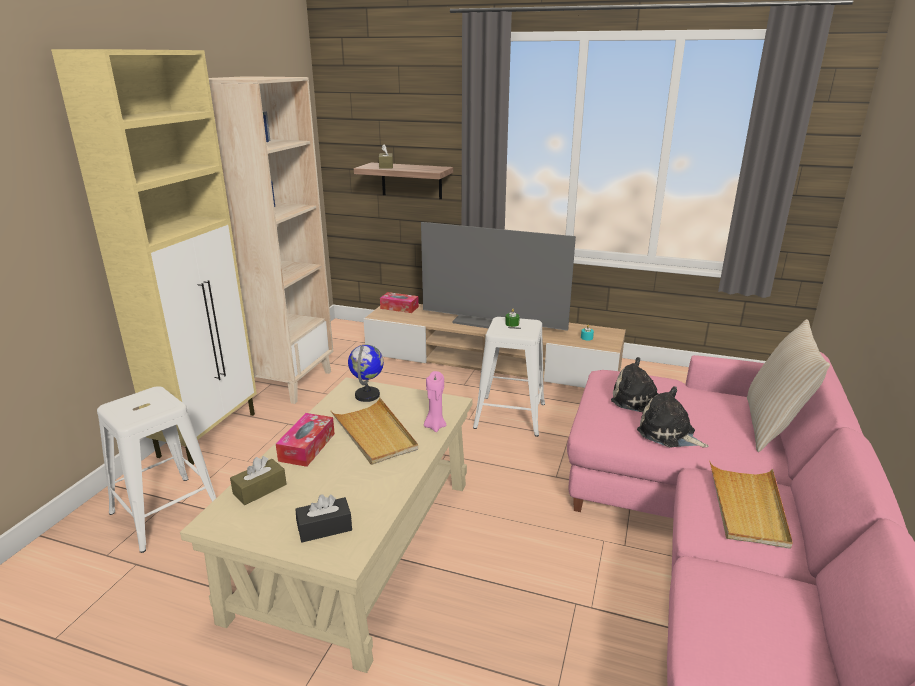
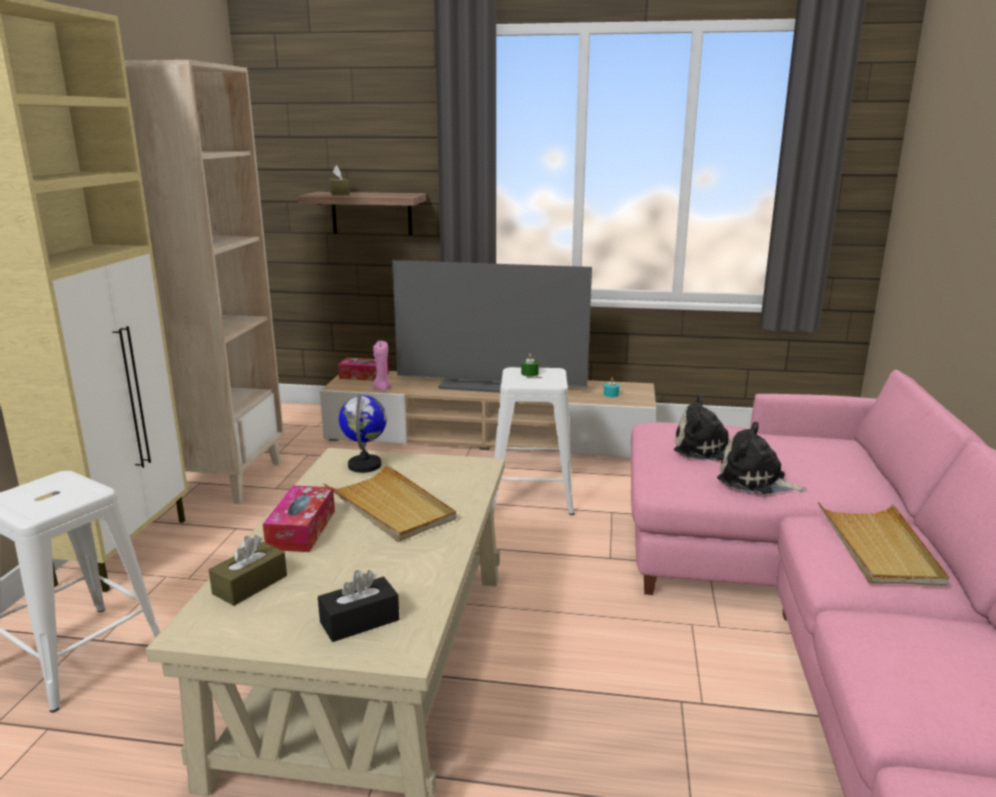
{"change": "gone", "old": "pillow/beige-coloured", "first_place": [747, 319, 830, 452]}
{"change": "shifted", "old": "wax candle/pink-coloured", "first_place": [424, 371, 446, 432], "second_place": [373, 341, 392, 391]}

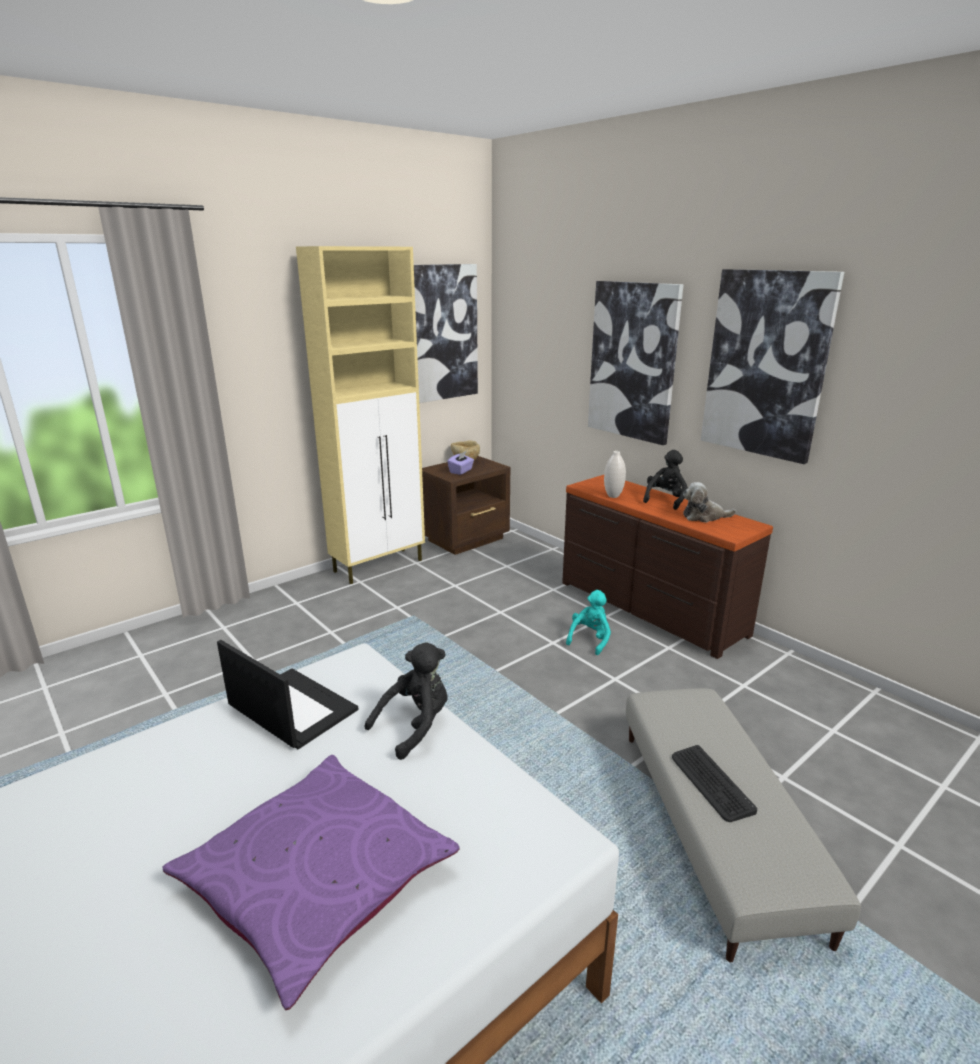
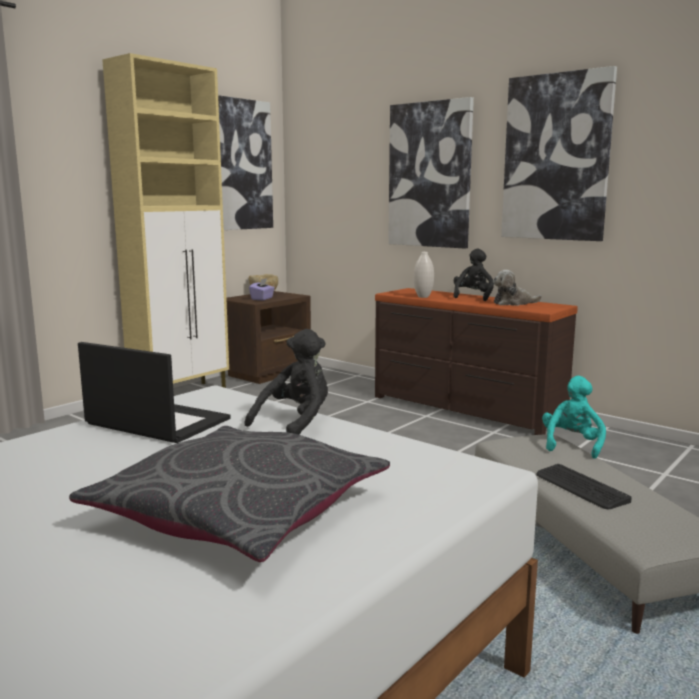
{"change": "shifted", "old": "soft toy/turquoise", "first_place": [566, 590, 611, 655], "second_place": [542, 376, 606, 459]}
{"change": "repainted", "old": "pillow/purplish", "new": "pillow/gray", "first_place": [162, 755, 460, 1010], "second_place": [69, 426, 390, 562]}

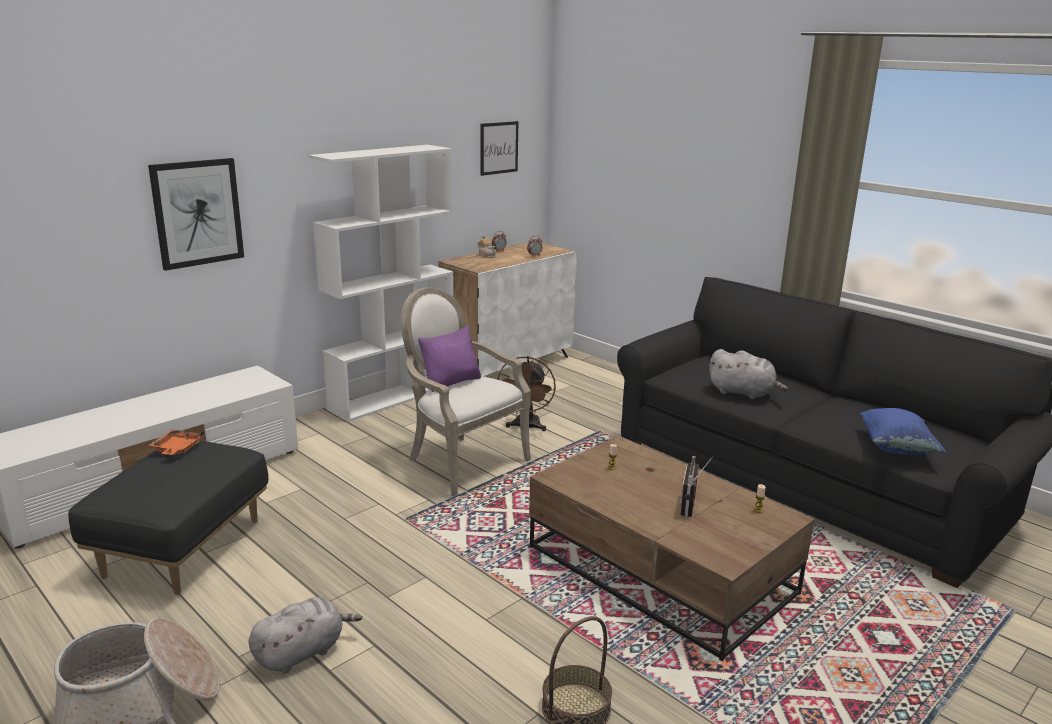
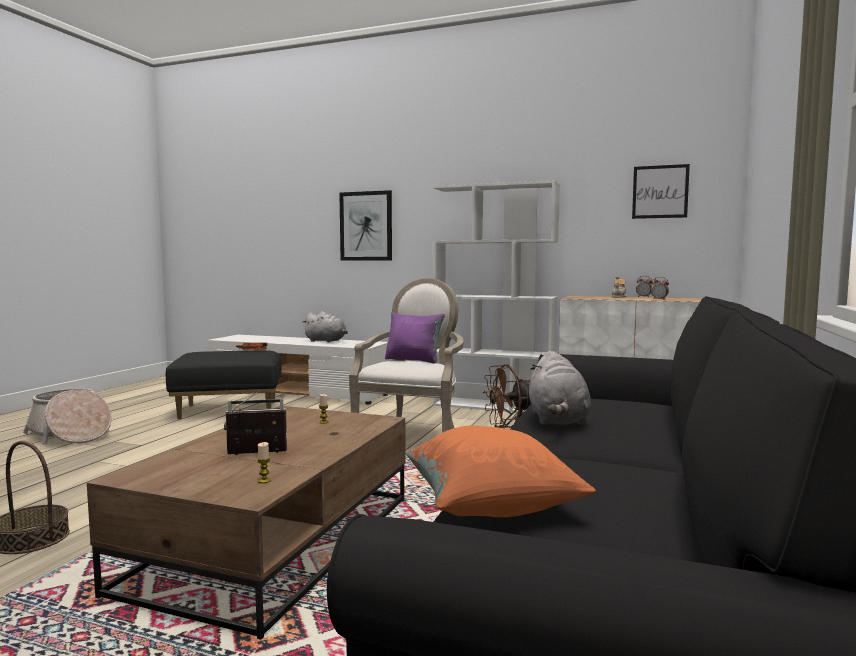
{"change": "shifted", "old": "soft toy/gray", "first_place": [248, 597, 362, 673], "second_place": [302, 311, 348, 343]}
{"change": "repainted", "old": "pillow/bluish", "new": "pillow/orange", "first_place": [860, 408, 946, 455], "second_place": [406, 425, 596, 517]}

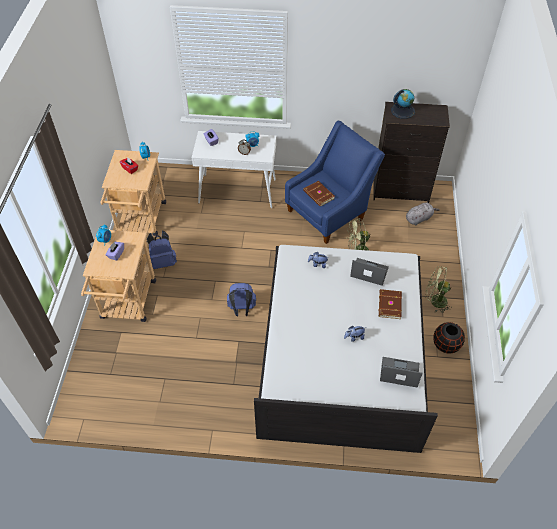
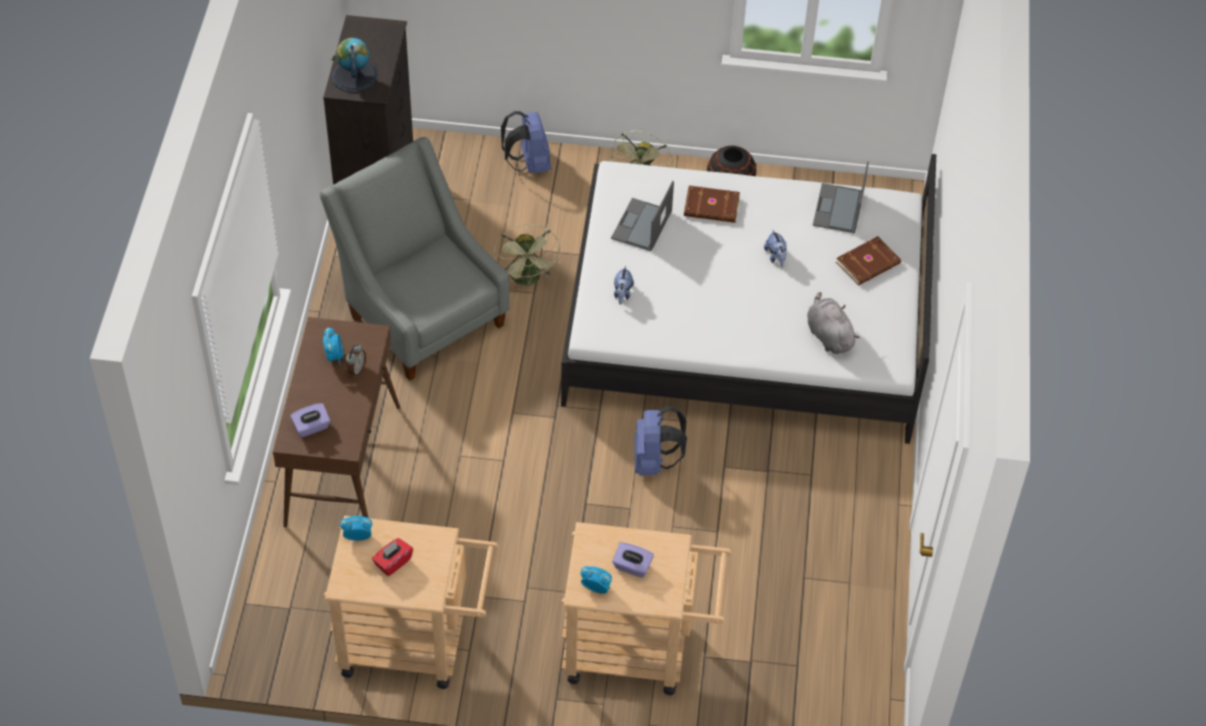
{"change": "shifted", "old": "backpack/bluish", "first_place": [147, 231, 177, 269], "second_place": [501, 111, 551, 173]}
{"change": "shifted", "old": "volume/brown", "first_place": [303, 181, 335, 207], "second_place": [836, 236, 901, 286]}
{"change": "shifted", "old": "soft toy/gray", "first_place": [406, 203, 440, 225], "second_place": [807, 292, 860, 354]}
{"change": "repainted", "old": "hall table/white", "new": "hall table/brown", "first_place": [192, 131, 276, 208], "second_place": [273, 317, 400, 528]}
{"change": "repainted", "old": "lounge chair/bluish", "new": "lounge chair/gray", "first_place": [285, 121, 385, 244], "second_place": [320, 137, 510, 381]}

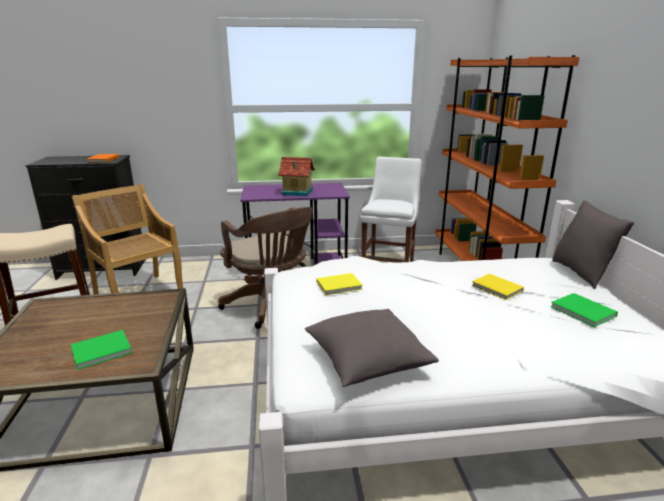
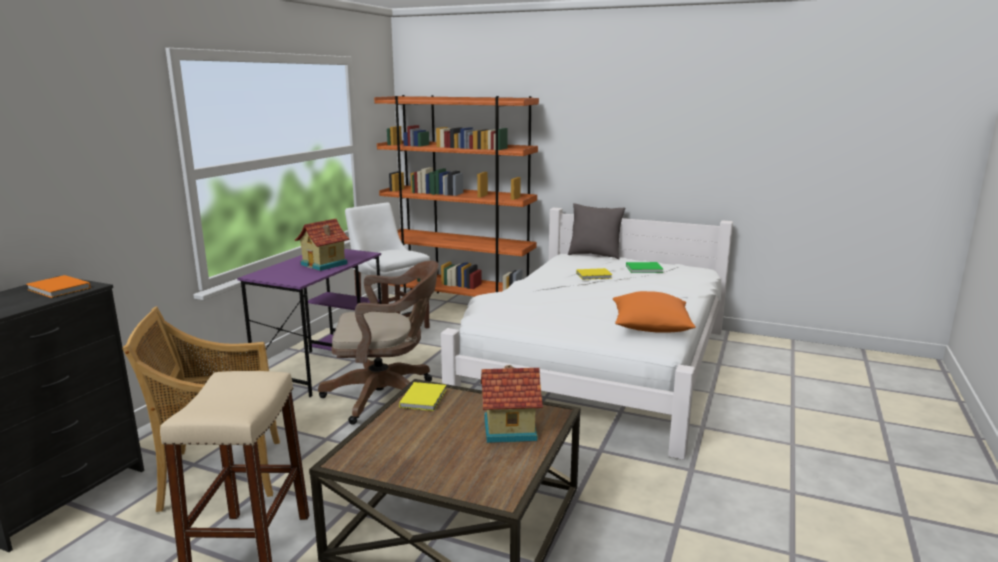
{"change": "shifted", "old": "volume/yellow", "first_place": [316, 273, 363, 295], "second_place": [399, 382, 446, 411]}
{"change": "swapped", "old": "volume/green-coloured", "new": "model house", "first_place": [71, 330, 132, 370], "second_place": [480, 365, 543, 443]}
{"change": "repainted", "old": "pillow/gray", "new": "pillow/orange", "first_place": [305, 309, 439, 387], "second_place": [613, 291, 696, 333]}

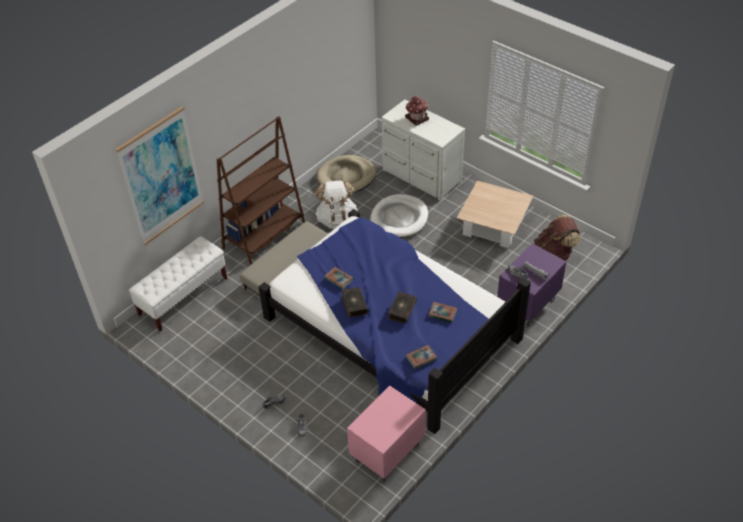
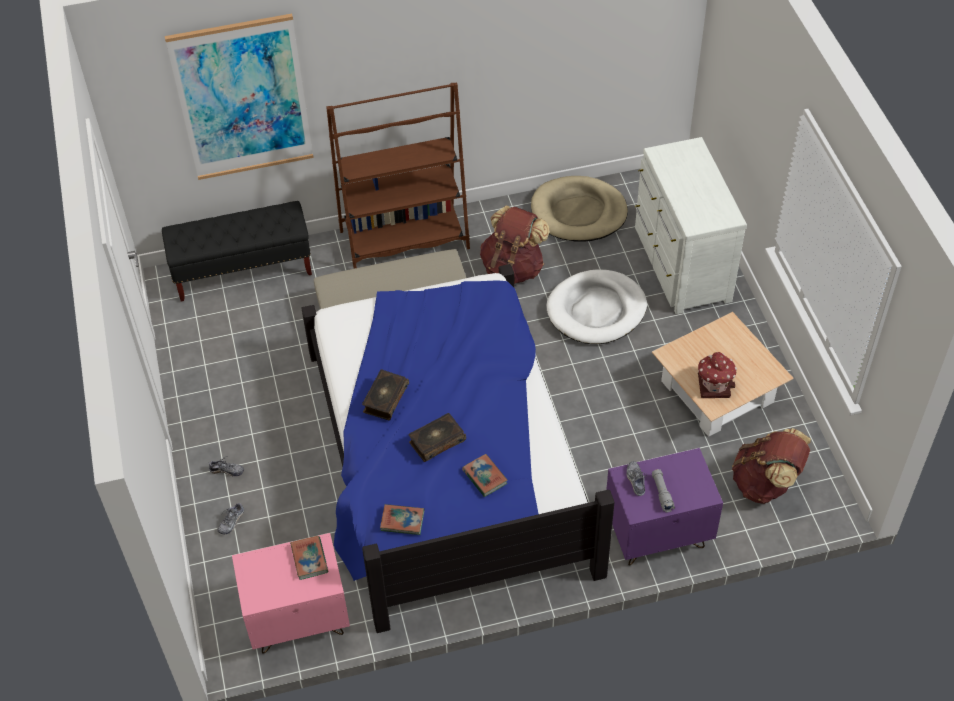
{"change": "shifted", "old": "volume", "first_place": [324, 267, 354, 289], "second_place": [290, 536, 328, 580]}
{"change": "shifted", "old": "model house", "first_place": [405, 96, 429, 126], "second_place": [698, 352, 737, 398]}
{"change": "repainted", "old": "indoor bench/white", "new": "indoor bench/black", "first_place": [129, 236, 227, 332], "second_place": [162, 201, 312, 301]}
{"change": "repainted", "old": "backpack/white", "new": "backpack/brown", "first_place": [315, 180, 358, 229], "second_place": [480, 206, 550, 284]}

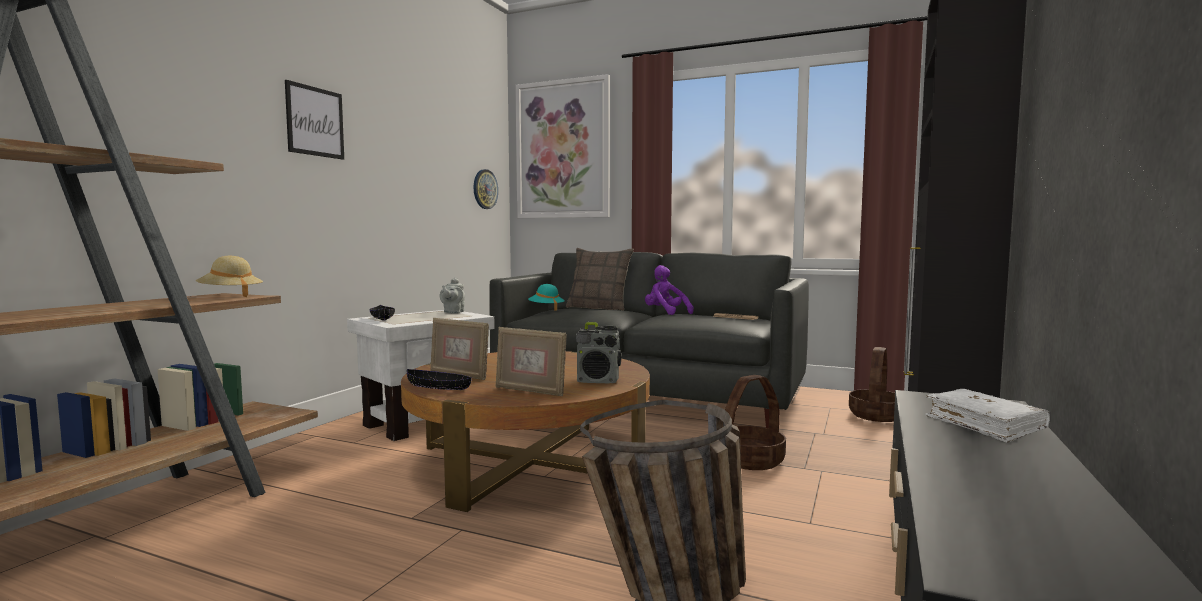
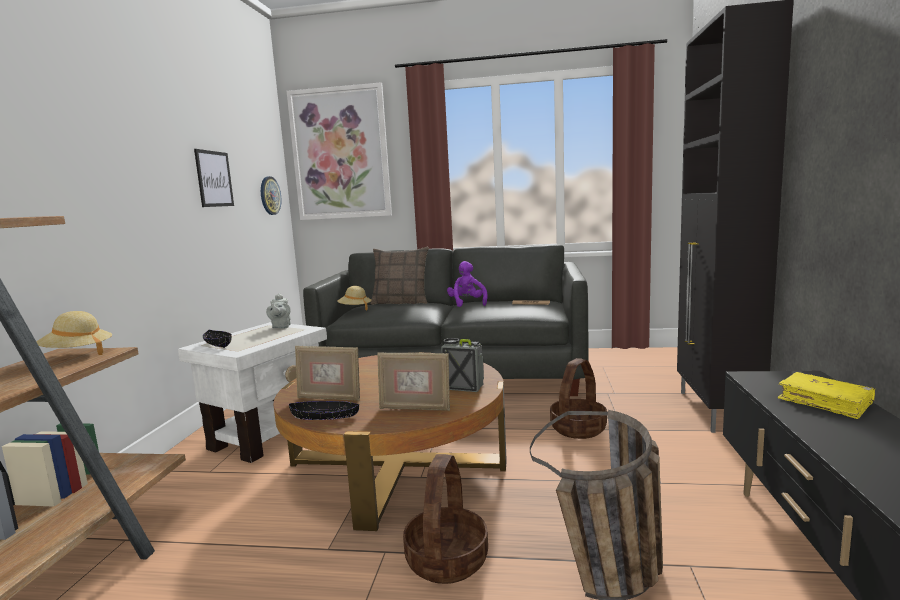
{"change": "shifted", "old": "wall art", "first_place": [285, 80, 344, 160], "second_place": [194, 149, 234, 207]}
{"change": "shifted", "old": "household basket", "first_place": [849, 347, 895, 422], "second_place": [403, 454, 488, 584]}
{"change": "repainted", "old": "wearable hat/turquoise", "new": "wearable hat/beige-coloured", "first_place": [528, 284, 565, 311], "second_place": [337, 286, 372, 310]}
{"change": "repainted", "old": "volume/white", "new": "volume/yellow", "first_place": [925, 389, 1050, 443], "second_place": [778, 372, 875, 419]}
{"change": "rotated", "old": "radio", "first_place": [576, 322, 621, 383], "second_place": [441, 338, 484, 392], "degrees": -150}
{"change": "rotated", "old": "soft toy/purplish", "first_place": [645, 265, 694, 315], "second_place": [447, 261, 487, 307], "degrees": 45}

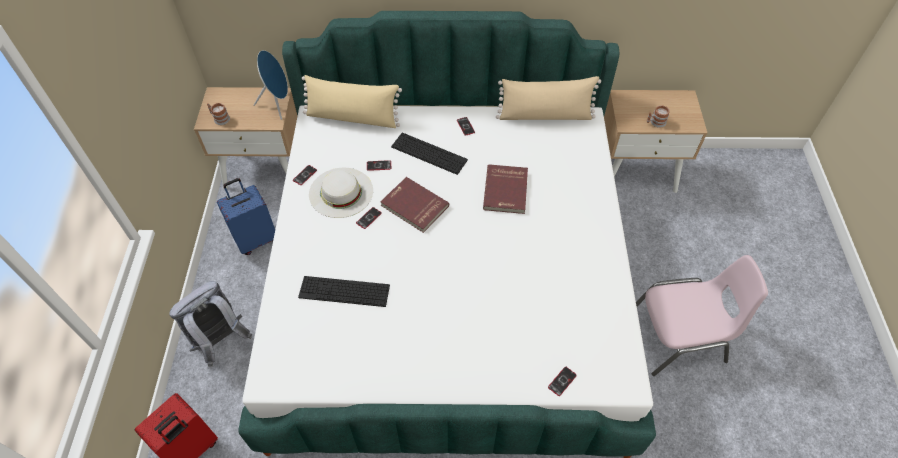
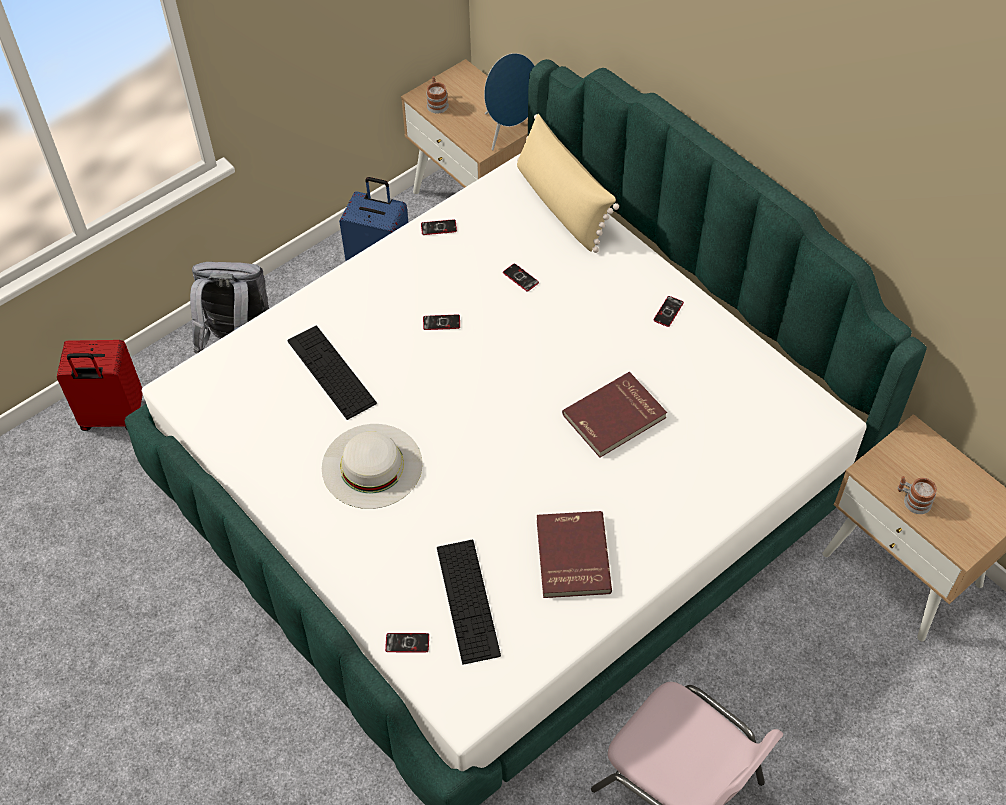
{"change": "gone", "old": "pillow/beige-coloured", "first_place": [496, 76, 601, 120]}
{"change": "shifted", "old": "wearable hat/white", "first_place": [309, 168, 373, 218], "second_place": [322, 424, 423, 509]}
{"change": "shifted", "old": "volume/reddish", "first_place": [380, 177, 449, 233], "second_place": [537, 511, 612, 598]}
{"change": "shifted", "old": "keyboard", "first_place": [391, 133, 468, 175], "second_place": [437, 539, 501, 665]}

